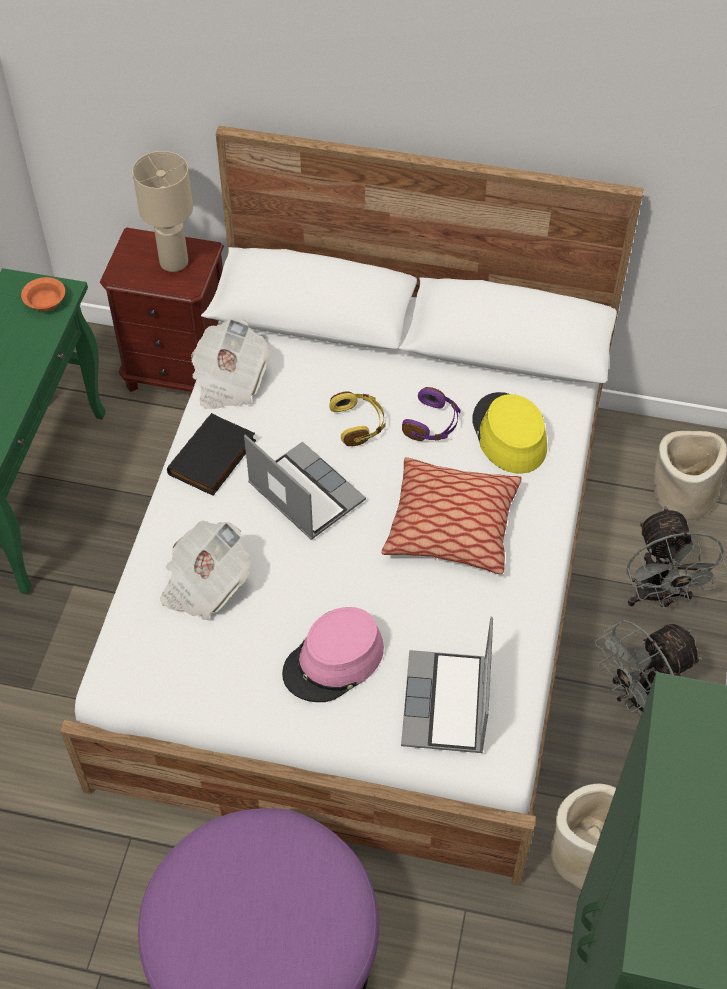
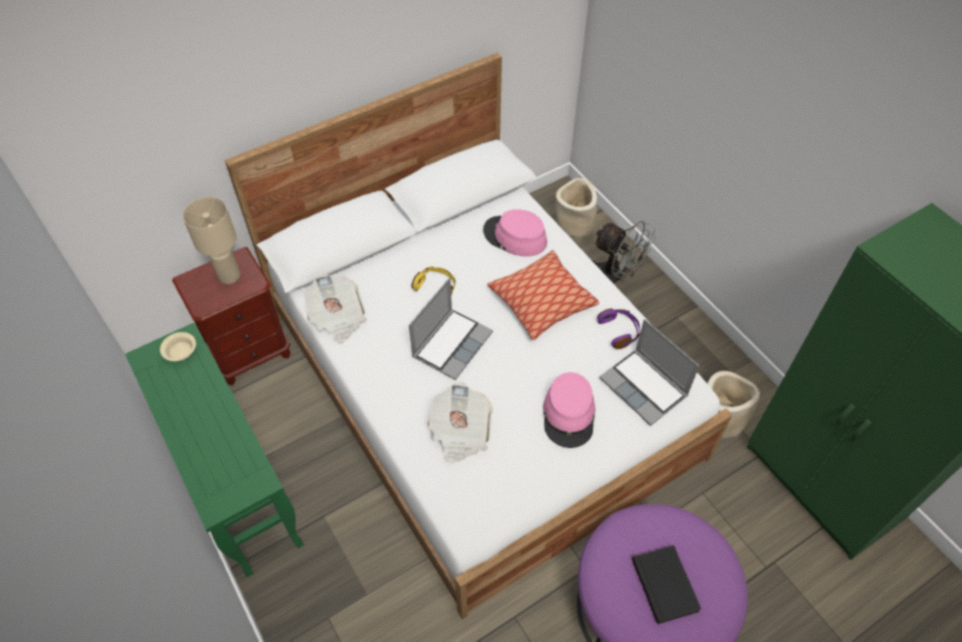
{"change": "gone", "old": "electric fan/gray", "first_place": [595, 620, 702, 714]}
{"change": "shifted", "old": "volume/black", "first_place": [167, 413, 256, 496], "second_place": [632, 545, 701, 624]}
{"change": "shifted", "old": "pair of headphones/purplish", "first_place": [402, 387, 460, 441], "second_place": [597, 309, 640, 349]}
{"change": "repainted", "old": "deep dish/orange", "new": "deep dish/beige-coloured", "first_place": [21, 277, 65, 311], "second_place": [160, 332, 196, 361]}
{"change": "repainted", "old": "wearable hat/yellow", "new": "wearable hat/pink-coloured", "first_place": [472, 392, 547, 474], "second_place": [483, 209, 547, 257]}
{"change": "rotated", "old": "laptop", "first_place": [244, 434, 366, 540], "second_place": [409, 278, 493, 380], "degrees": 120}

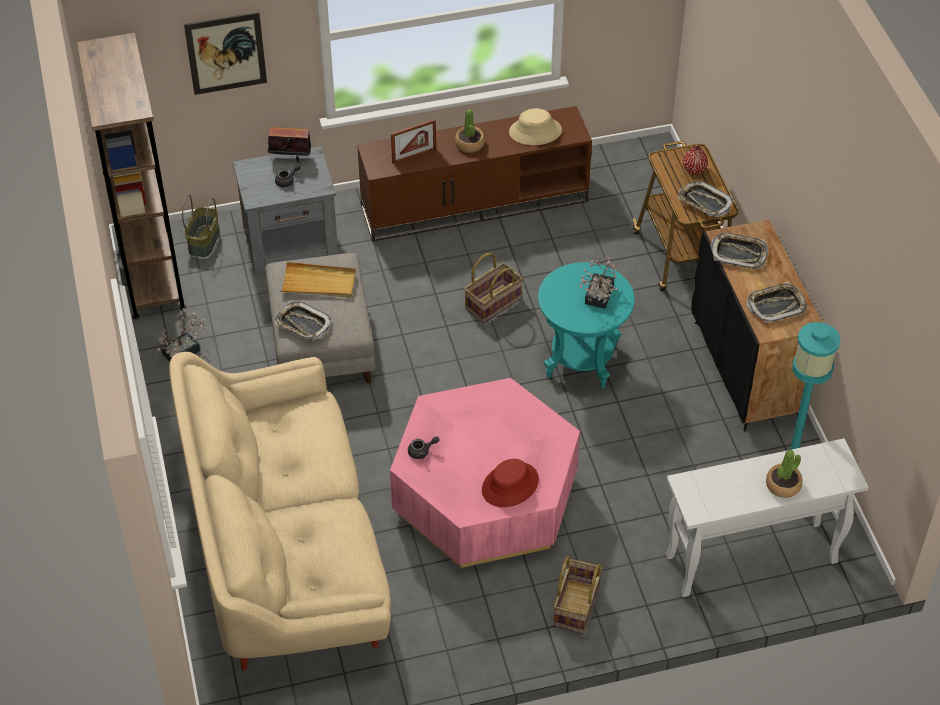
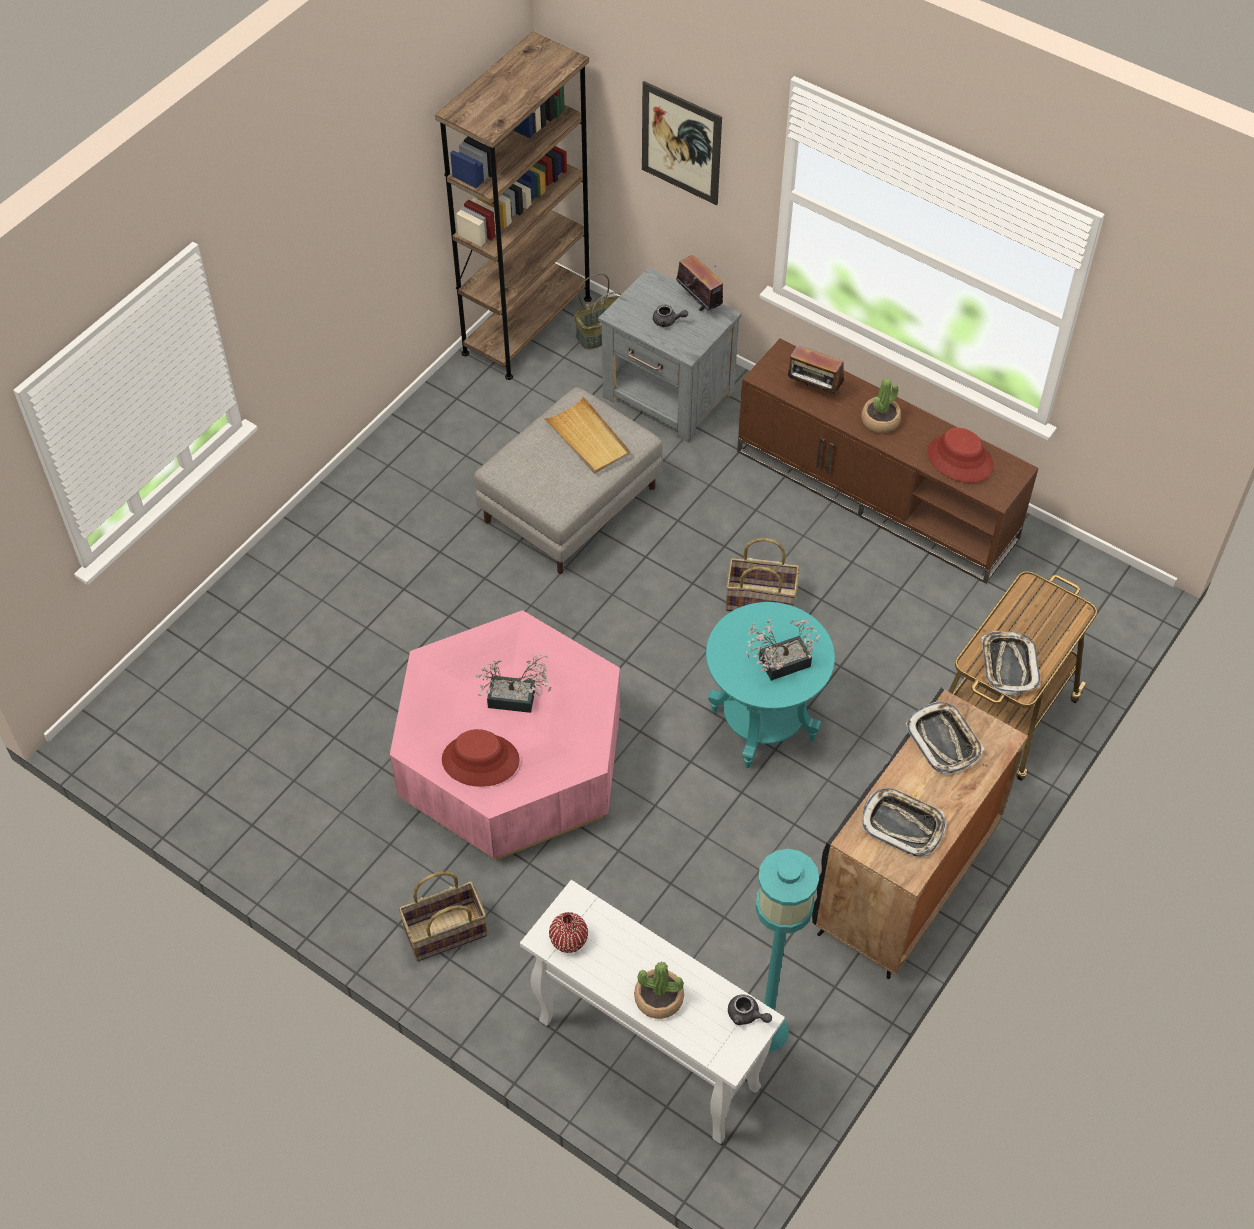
{"change": "gone", "old": "sofa/beige-coloured", "first_place": [169, 352, 391, 671]}
{"change": "gone", "old": "serving tray", "first_place": [275, 302, 332, 340]}
{"change": "shifted", "old": "houseplant", "first_place": [157, 307, 207, 361], "second_place": [476, 653, 551, 713]}
{"change": "shifted", "old": "tea pot/gray", "first_place": [408, 436, 439, 459], "second_place": [728, 994, 772, 1025]}
{"change": "shifted", "old": "vase/reddish", "first_place": [683, 145, 708, 175], "second_place": [549, 912, 588, 953]}
{"change": "swapped", "old": "standing frame", "new": "radio", "first_place": [391, 119, 436, 164], "second_place": [788, 345, 844, 396]}
{"change": "repainted", "old": "wearable hat/beige-coloured", "new": "wearable hat/reddish", "first_place": [509, 108, 562, 145], "second_place": [927, 428, 994, 483]}

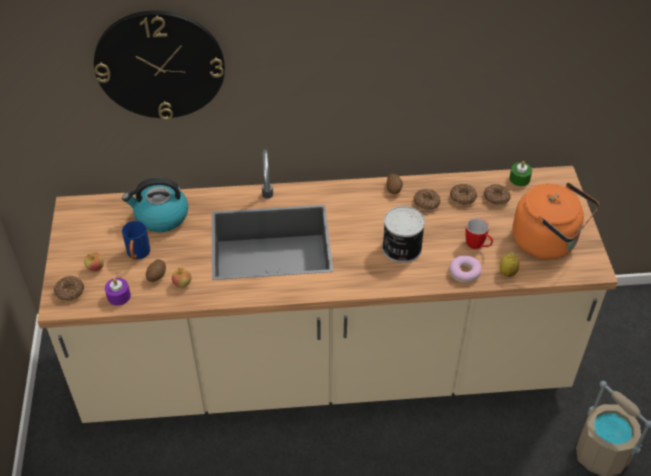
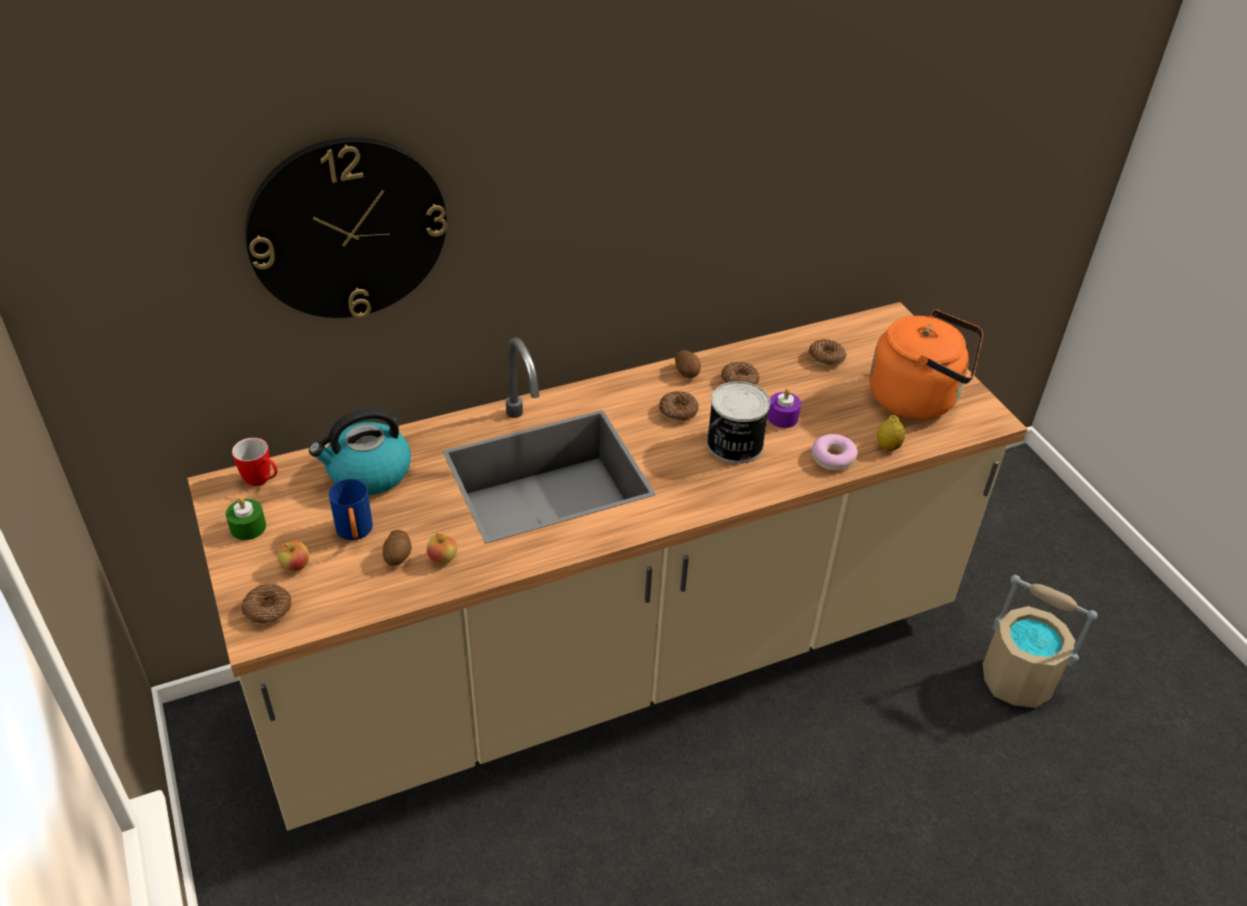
{"change": "shifted", "old": "wax candle/purplish", "first_place": [105, 278, 131, 306], "second_place": [767, 389, 801, 428]}
{"change": "shifted", "old": "ring doughnut", "first_place": [450, 184, 477, 205], "second_place": [659, 391, 698, 422]}
{"change": "shifted", "old": "tea mug", "first_place": [465, 218, 493, 249], "second_place": [232, 438, 278, 486]}
{"change": "shifted", "old": "wax candle/green-coloured", "first_place": [509, 161, 532, 187], "second_place": [226, 497, 266, 540]}

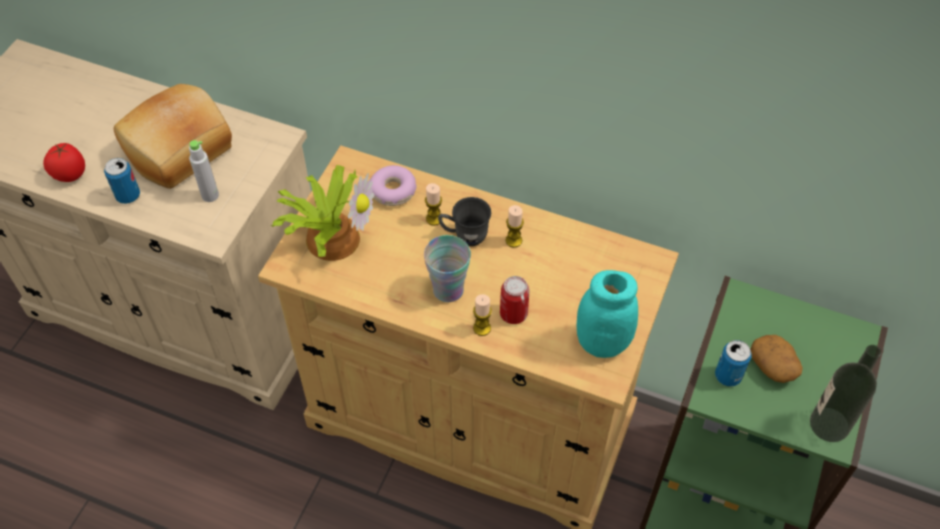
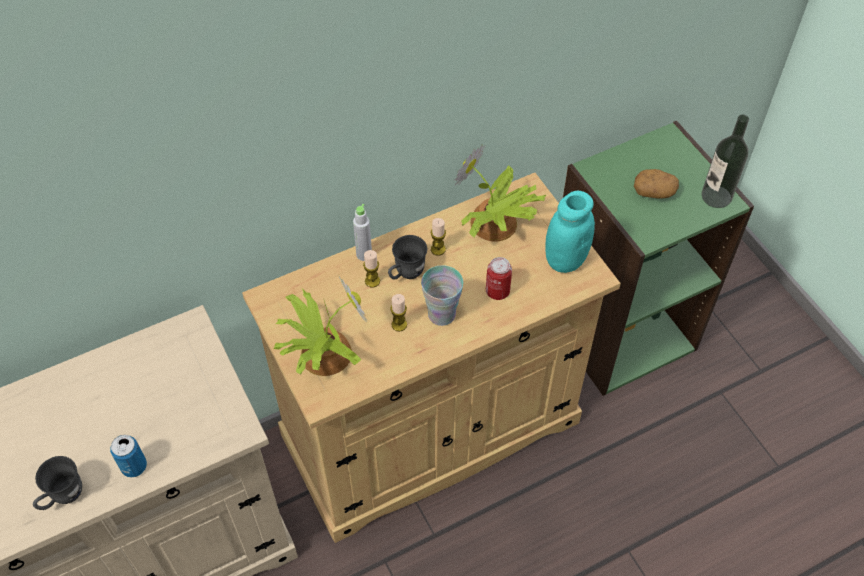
{"change": "gone", "old": "bread", "first_place": [114, 84, 232, 189]}
{"change": "gone", "old": "ring doughnut", "first_place": [370, 165, 417, 206]}
{"change": "gone", "old": "sealed can", "first_place": [715, 340, 752, 387]}
{"change": "new", "new": "houseplant", "second_place": [454, 144, 546, 242]}
{"change": "shifted", "old": "bottle/gray", "first_place": [189, 140, 219, 202], "second_place": [353, 204, 372, 261]}
{"change": "shifted", "old": "wax candle", "first_place": [473, 294, 492, 336], "second_place": [390, 294, 407, 332]}
{"change": "swapped", "old": "fresh tomato", "new": "tea mug/gray", "first_place": [43, 143, 85, 182], "second_place": [33, 456, 82, 510]}

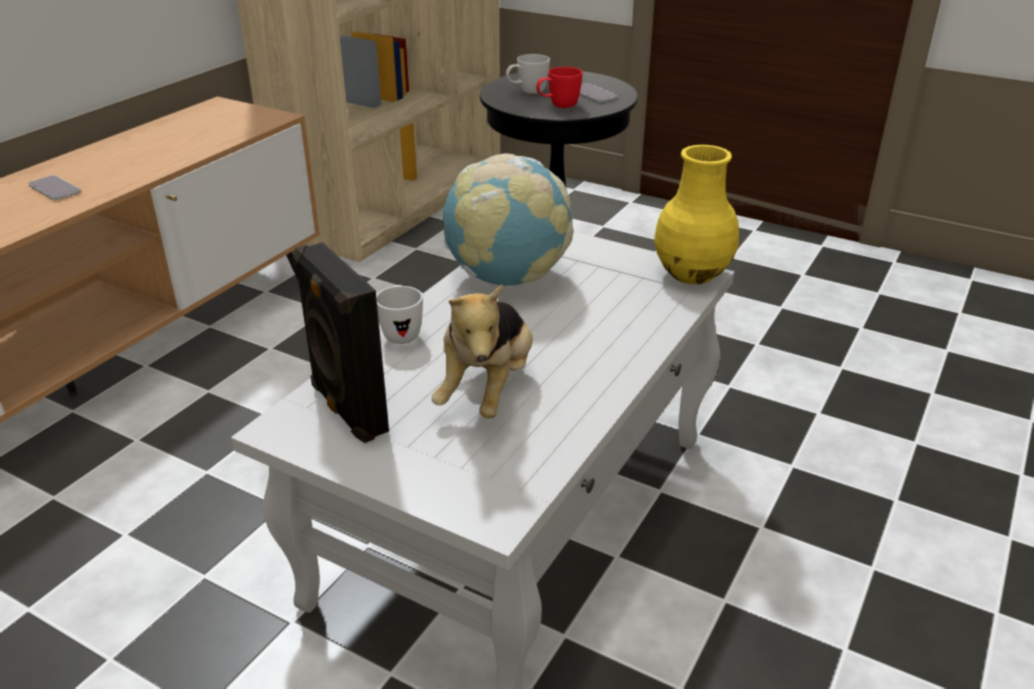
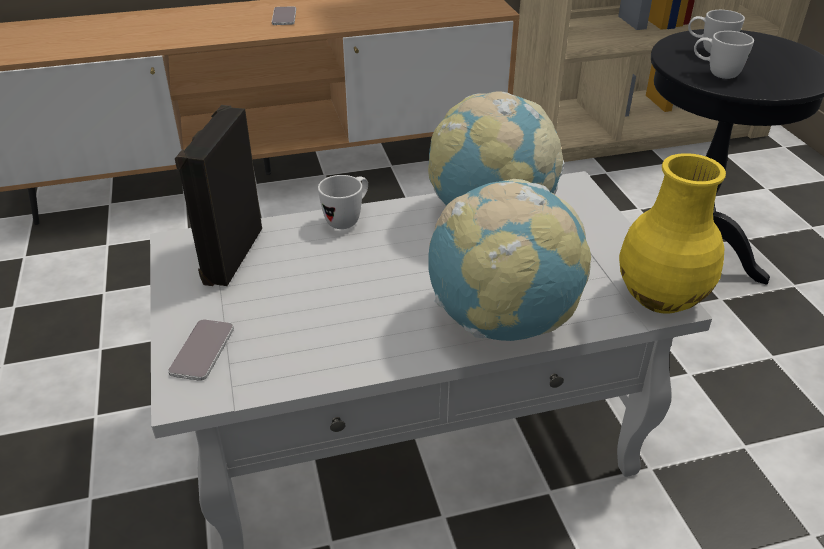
{"change": "gone", "old": "soft toy", "first_place": [432, 284, 533, 418]}
{"change": "new", "new": "world globe", "second_place": [428, 179, 591, 341]}
{"change": "shifted", "old": "phone", "first_place": [580, 83, 617, 102], "second_place": [168, 319, 234, 381]}
{"change": "repainted", "old": "tea mug/reddish", "new": "tea mug/white", "first_place": [536, 67, 583, 108], "second_place": [694, 31, 754, 79]}

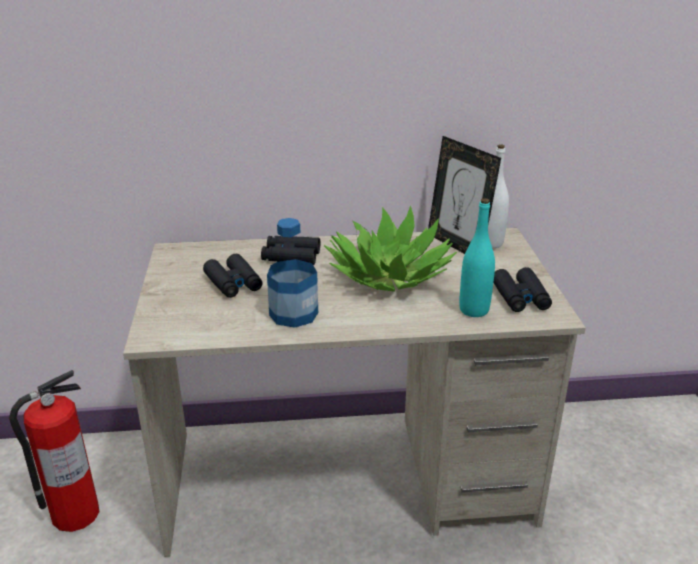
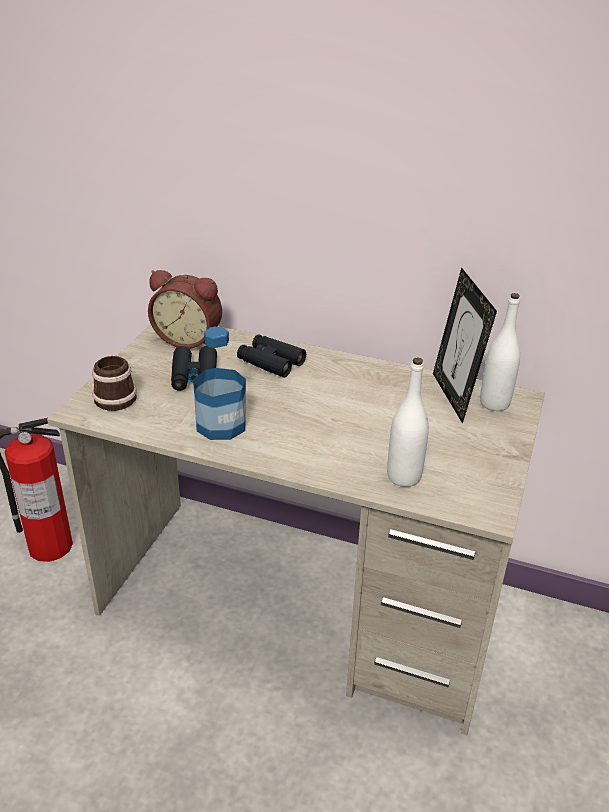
{"change": "gone", "old": "houseplant", "first_place": [324, 206, 457, 292]}
{"change": "gone", "old": "field glasses/black", "first_place": [493, 267, 552, 312]}
{"change": "new", "new": "tea mug", "second_place": [92, 354, 137, 411]}
{"change": "new", "new": "alarm clock", "second_place": [148, 270, 222, 349]}
{"change": "repainted", "old": "bottle/turquoise", "new": "bottle/white", "first_place": [459, 198, 495, 317], "second_place": [387, 357, 429, 487]}

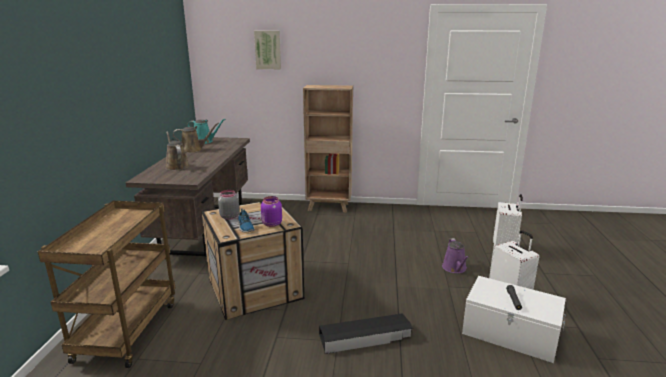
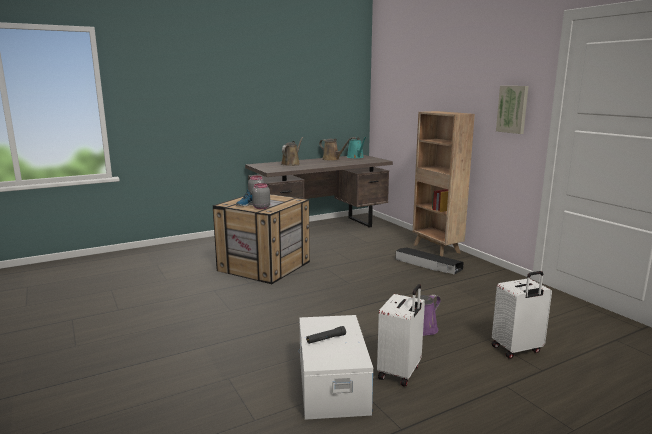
{"change": "gone", "old": "trolley/brown", "first_place": [38, 201, 175, 368]}
{"change": "shifted", "old": "wall art", "first_place": [254, 31, 281, 69], "second_place": [496, 86, 529, 134]}
{"change": "shifted", "old": "storage container/black", "first_place": [319, 313, 413, 354], "second_place": [395, 248, 464, 275]}
{"change": "repainted", "old": "jar/purplish", "new": "jar/gray", "first_place": [261, 196, 282, 227], "second_place": [252, 183, 270, 209]}

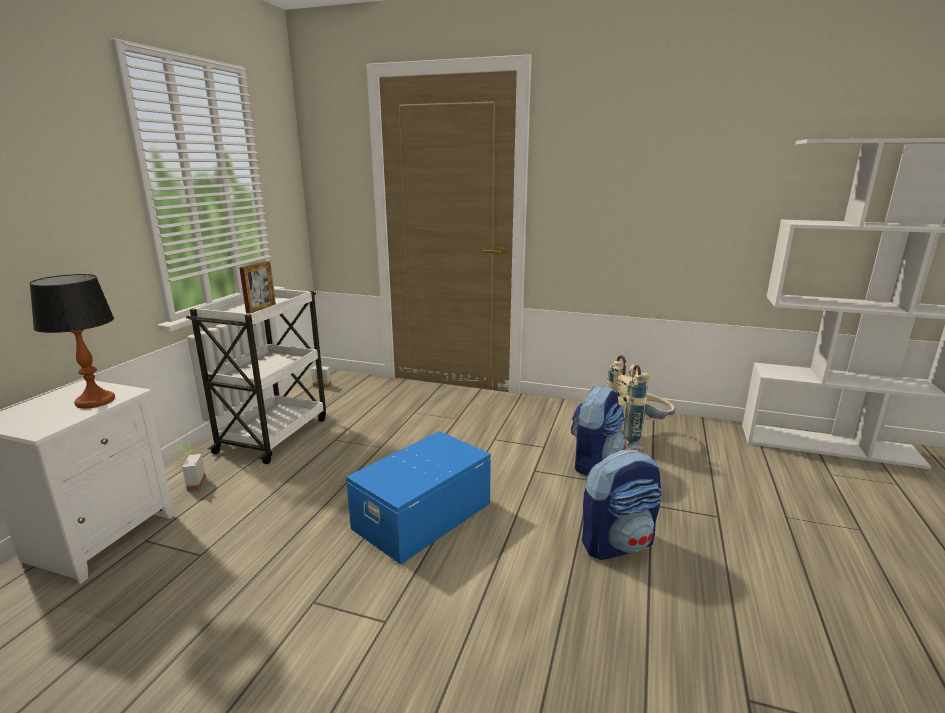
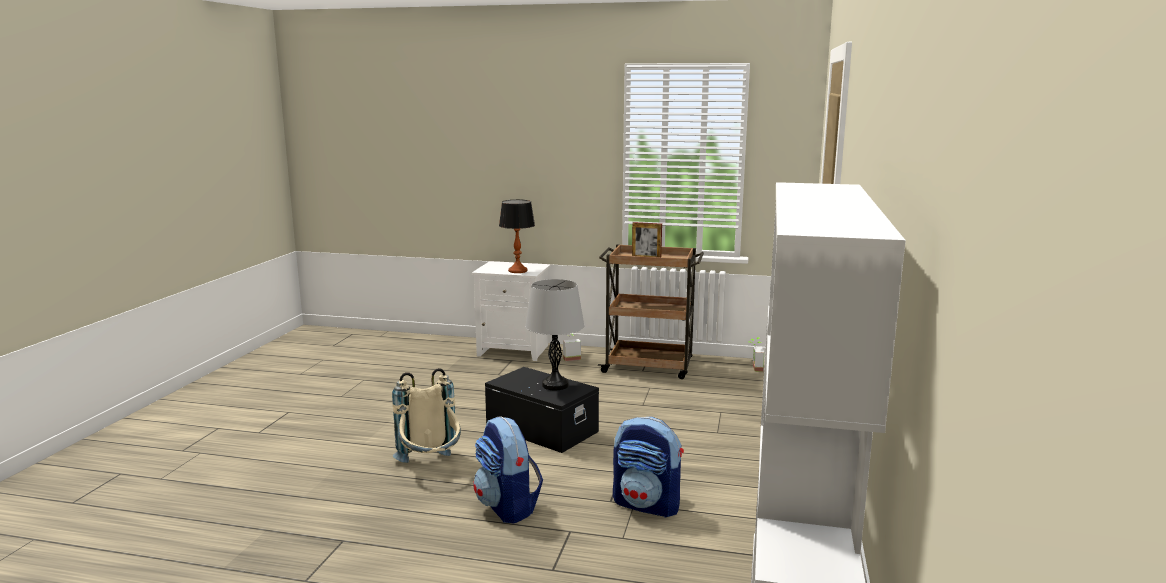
{"change": "new", "new": "tabletop lamp/gray", "second_place": [525, 279, 584, 390]}
{"change": "shifted", "old": "backpack/beige-coloured", "first_place": [607, 355, 675, 449], "second_place": [392, 368, 461, 463]}
{"change": "repainted", "old": "trolley/white", "new": "trolley/brown", "first_place": [186, 288, 326, 464], "second_place": [598, 244, 704, 379]}
{"change": "repainted", "old": "storage container/bluish", "new": "storage container/black", "first_place": [346, 431, 491, 565], "second_place": [485, 367, 599, 453]}

